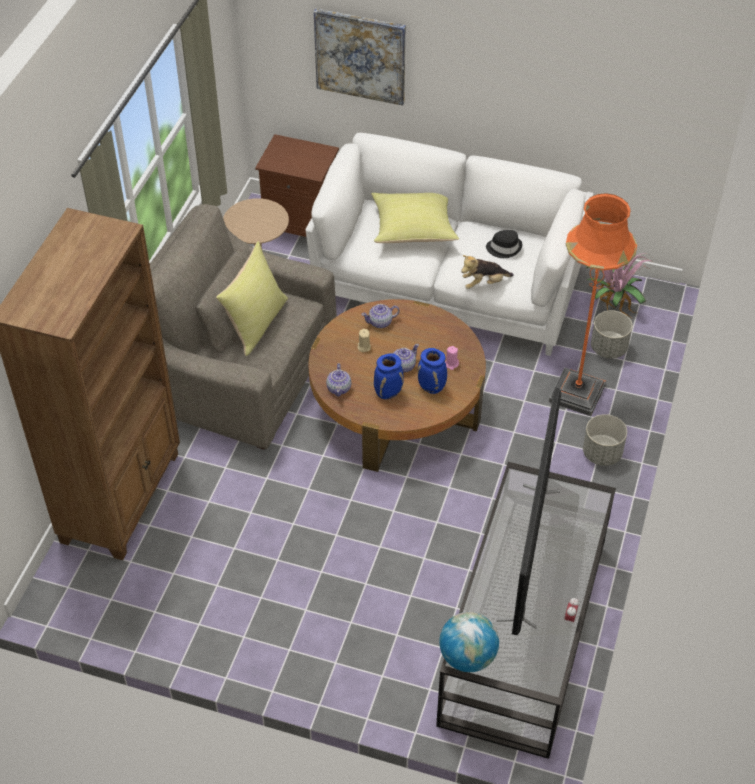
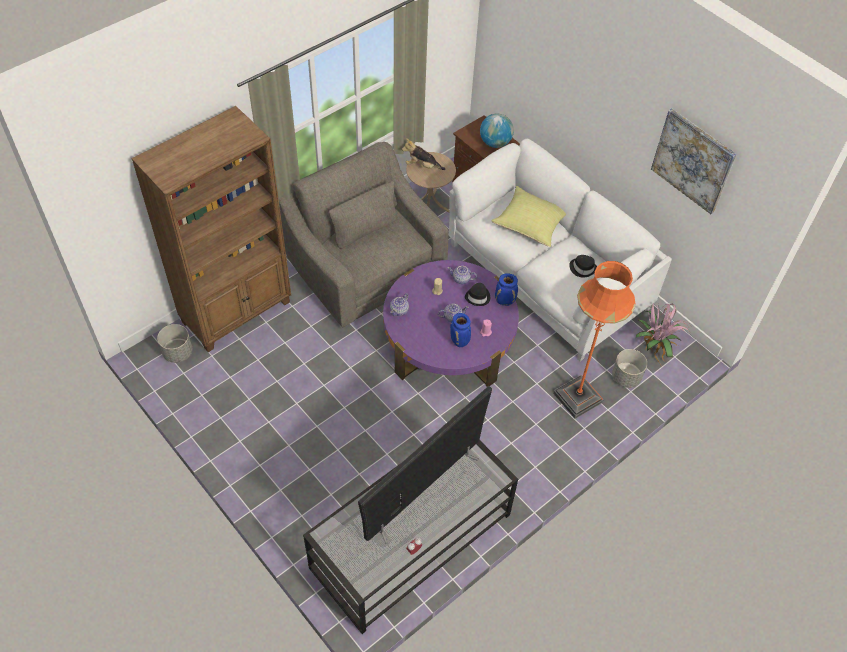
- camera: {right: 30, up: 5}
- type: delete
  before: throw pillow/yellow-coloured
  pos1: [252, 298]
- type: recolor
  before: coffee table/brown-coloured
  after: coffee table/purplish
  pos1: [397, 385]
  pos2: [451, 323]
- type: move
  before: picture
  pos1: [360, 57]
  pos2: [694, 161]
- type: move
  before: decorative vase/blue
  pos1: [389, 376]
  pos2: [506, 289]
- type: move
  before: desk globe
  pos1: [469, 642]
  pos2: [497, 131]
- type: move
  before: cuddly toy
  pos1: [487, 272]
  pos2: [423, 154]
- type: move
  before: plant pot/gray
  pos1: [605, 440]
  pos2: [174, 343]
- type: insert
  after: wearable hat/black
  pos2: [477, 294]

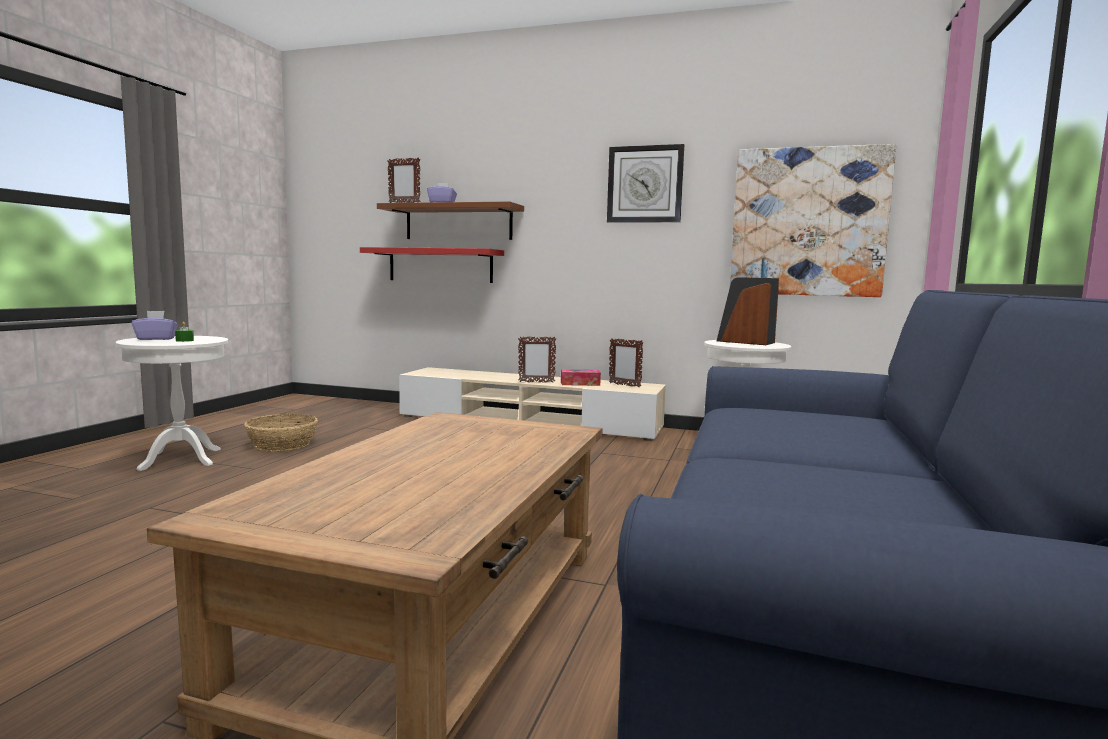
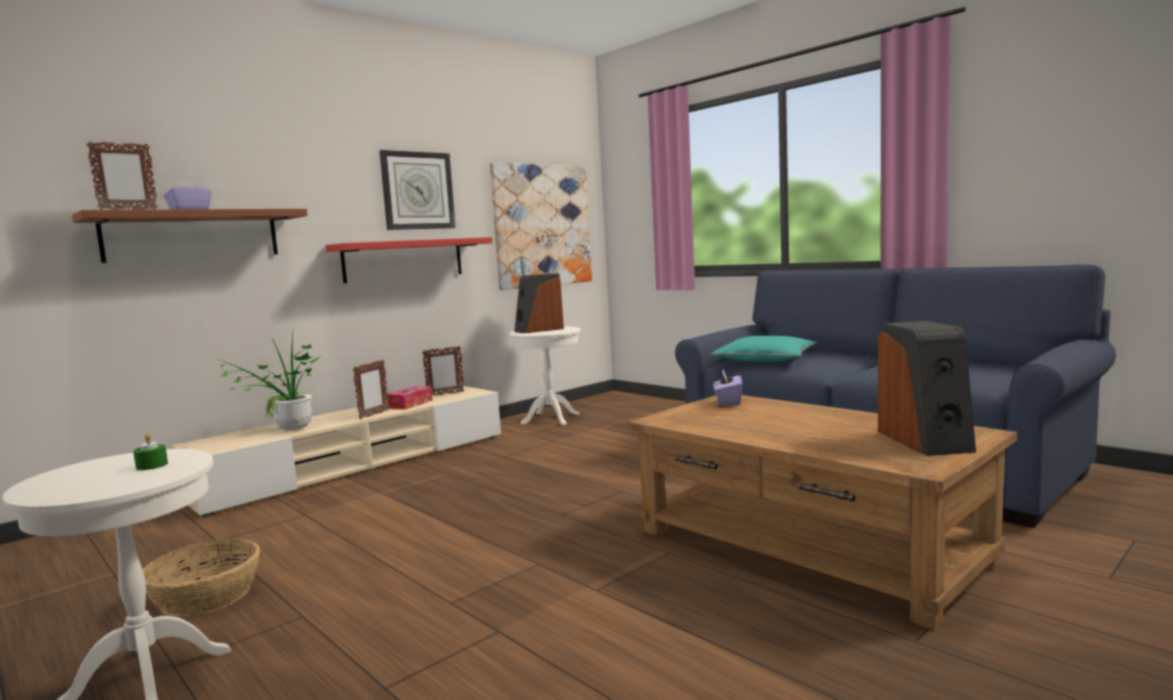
- camera: {right: -60, up: 0}
- type: move
  before: box of tissues/purplish
  pos1: [155, 325]
  pos2: [727, 387]
- type: move
  before: wall shelf/reddish
  pos1: [432, 265]
  pos2: [408, 260]
- type: insert
  after: plant in a pot
  pos2: [271, 382]
- type: insert
  after: throw pillow/blue-green
  pos2: [764, 349]
- type: insert
  after: loudspeaker
  pos2: [927, 388]

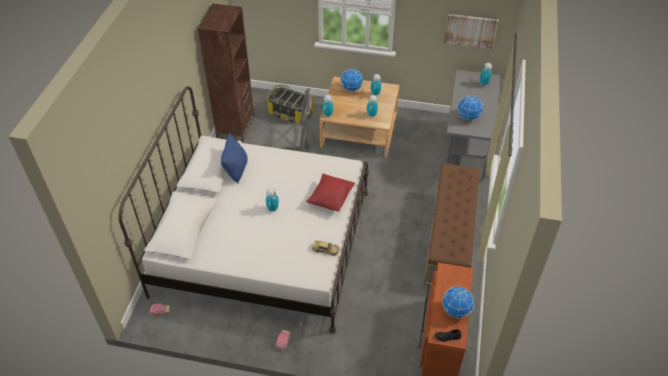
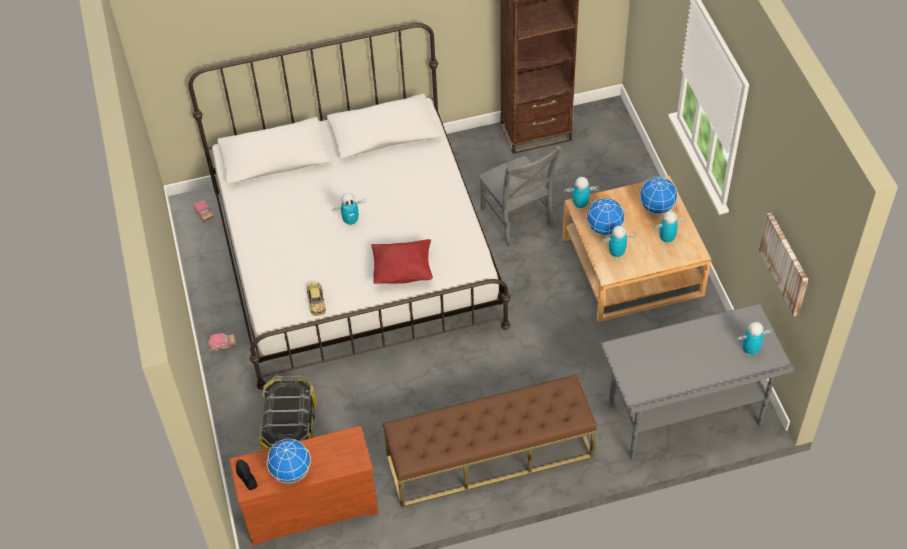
- camera: {right: 65, up: 5}
- type: delete
  before: throw pillow/blue
  pos1: [234, 158]
- type: move
  before: storage container
  pos1: [290, 104]
  pos2: [287, 413]
- type: move
  before: desk globe
  pos1: [470, 108]
  pos2: [605, 217]

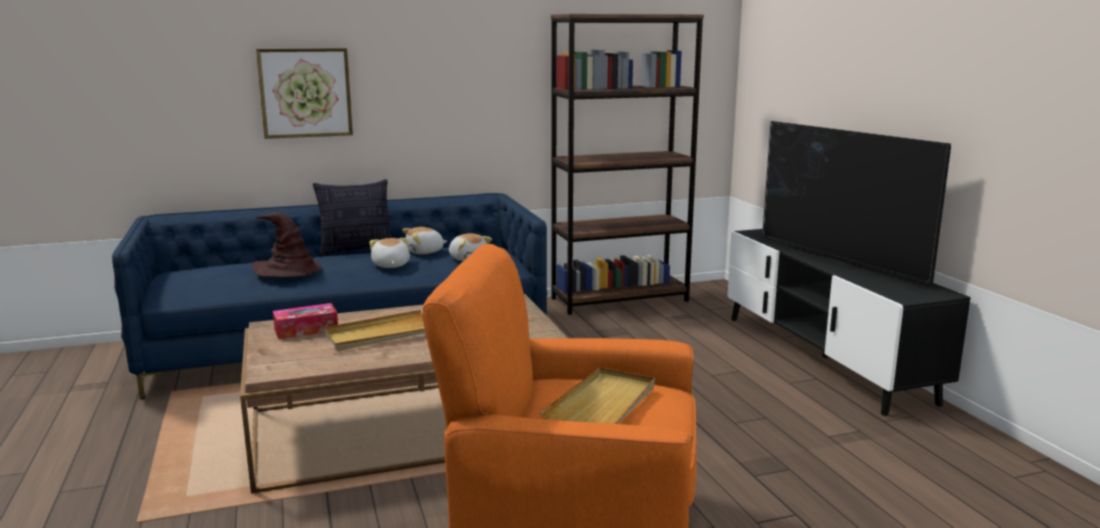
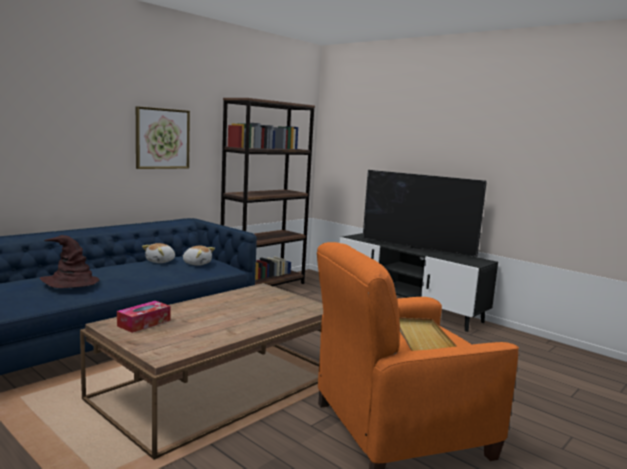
- camera: {right: -30, up: -5}
- type: move
  before: picture
  pos1: [304, 93]
  pos2: [163, 137]
- type: delete
  before: throw pillow
  pos1: [352, 218]
- type: delete
  before: carrying tray/beige-coloured
  pos1: [375, 330]
- type: delete
  before: cuddly toy
  pos1: [390, 253]

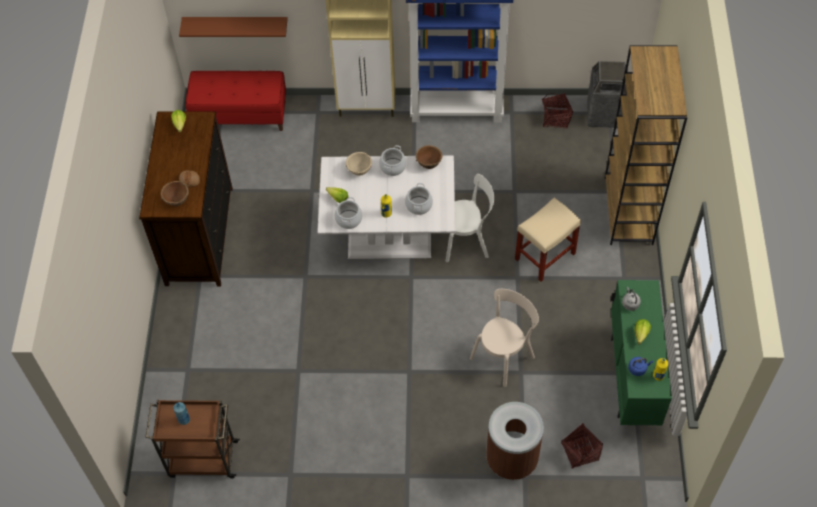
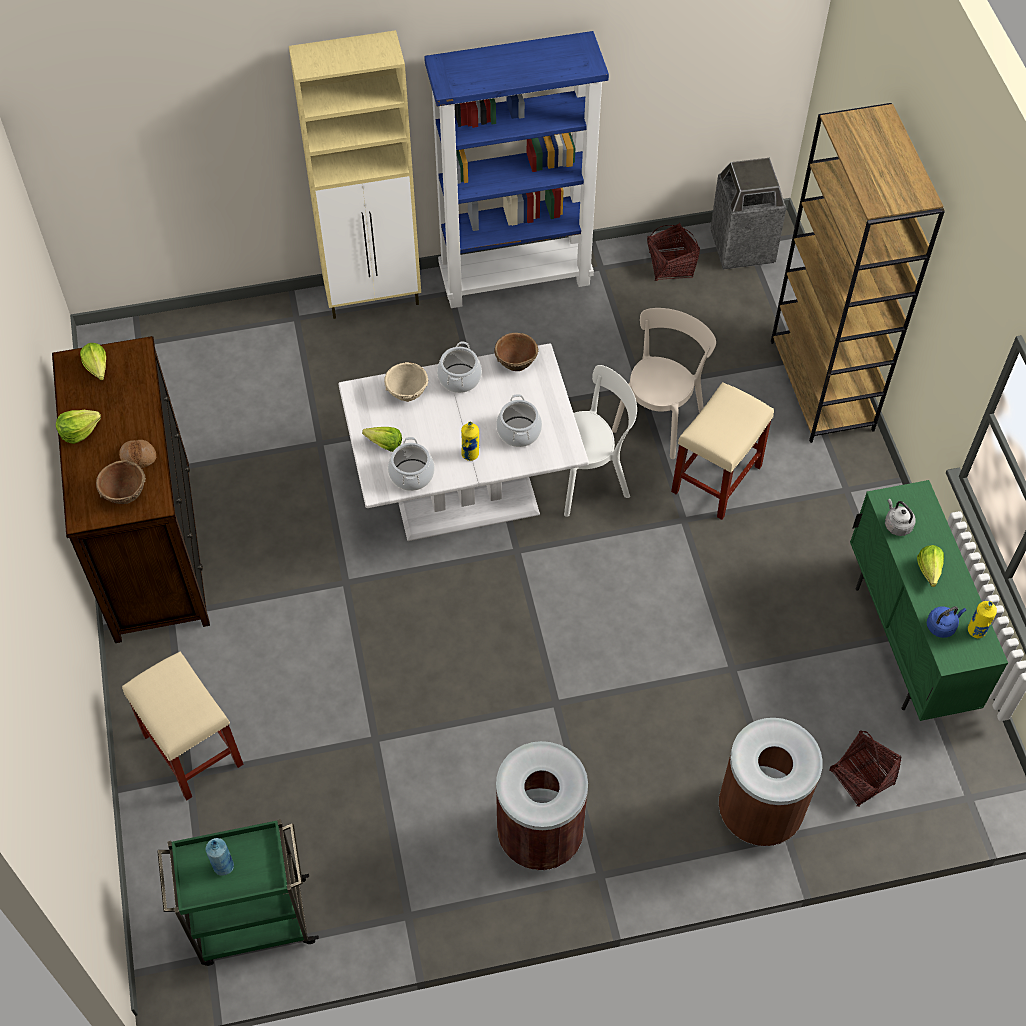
- camera: {right: -15, up: 0}
- type: recolor
  before: trolley/brown-coloured
  after: trolley/greenish
  pos1: [192, 439]
  pos2: [238, 892]
- type: delete
  before: wall shelf/brown-coloured
  pos1: [233, 27]
- type: delete
  before: bench/reddish
  pos1: [236, 101]
- type: move
  before: chair/beige-coloured
  pos1: [504, 338]
  pos2: [664, 383]
- type: insert
  after: lettuce head
  pos2: [78, 427]
- type: insert
  after: sitting stool/beige-coloured
  pos2: [183, 726]
- type: insert
  after: trash can/brown-coloured
  pos2: [542, 805]

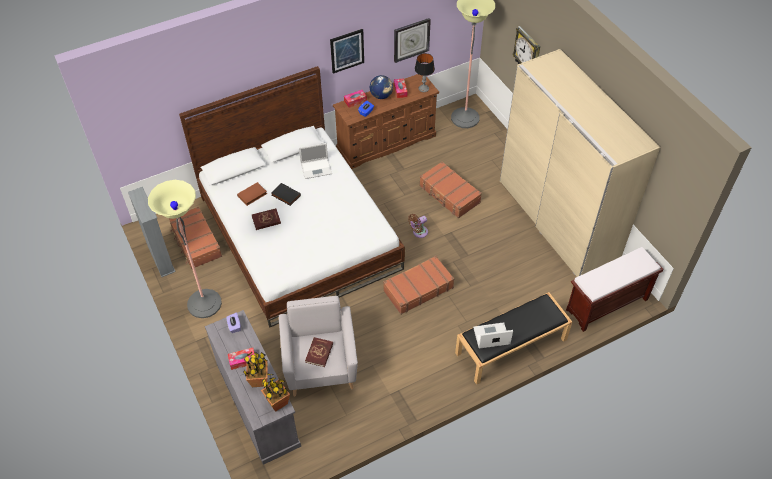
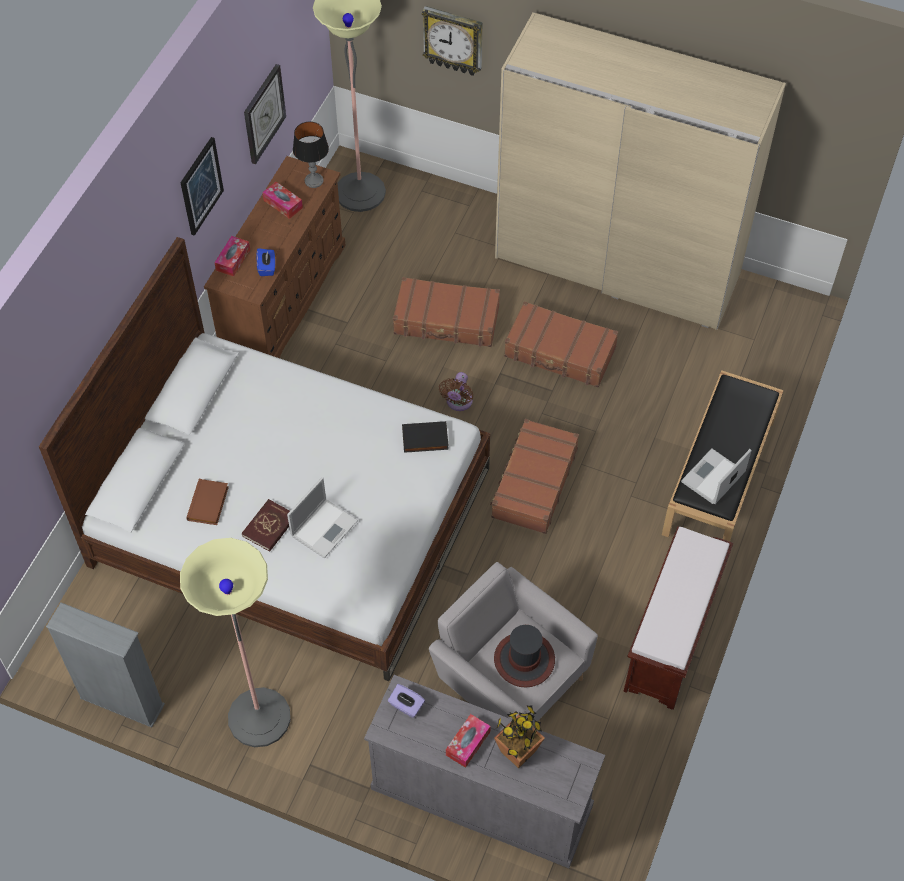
- camera: {right: -40, up: 5}
- type: move
  before: travel case/brown-coloured
  pos1: [195, 237]
  pos2: [561, 344]
- type: delete
  before: plant in a pot
  pos1: [275, 392]
- type: move
  before: book/black
  pos1: [286, 194]
  pos2: [425, 437]
- type: move
  before: portable computer
  pos1: [315, 161]
  pos2: [322, 517]
- type: replace
  before: book/reddish
  after: wearable hat
  pos1: [319, 352]
  pos2: [524, 656]
- type: delete
  before: desk globe
  pos1: [381, 87]
- type: move
  before: bench/brown-coloured
  pos1: [614, 289]
  pos2: [678, 618]

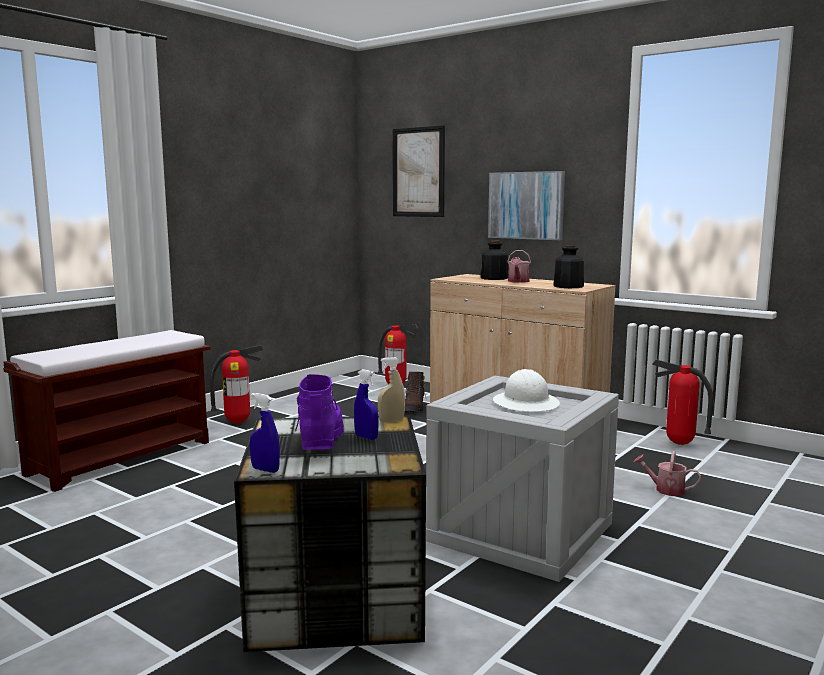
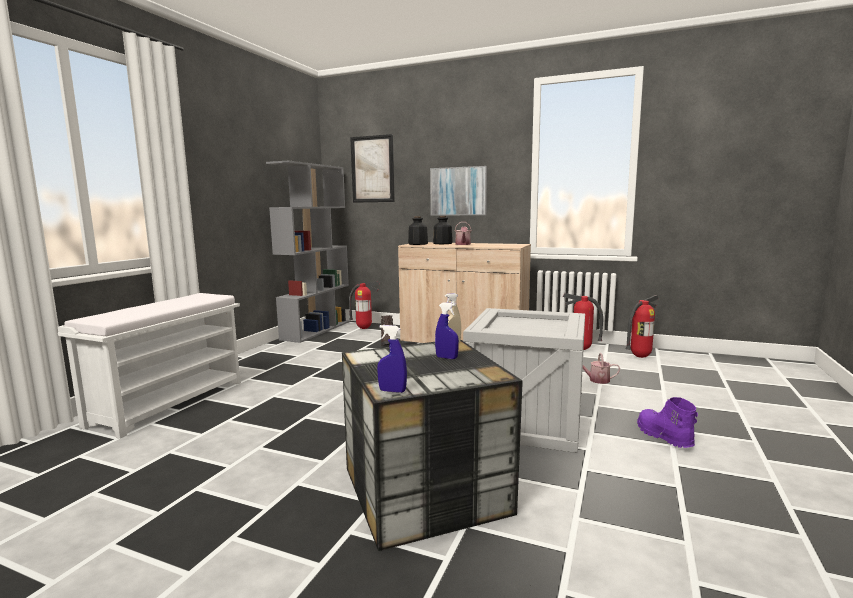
- camera: {right: -15, up: 0}
- type: recolor
  before: bench/brown-coloured
  after: bench/white-coloured
  pos1: [107, 411]
  pos2: [149, 366]
- type: move
  before: extinguisher
  pos1: [237, 384]
  pos2: [641, 326]
- type: move
  before: high-top boot/purplish
  pos1: [319, 412]
  pos2: [667, 422]
- type: delete
  before: hard hat/white-coloured
  pos1: [526, 390]
- type: move
  before: bottle
  pos1: [568, 266]
  pos2: [418, 230]
- type: insert
  after: bookcase/gray
  pos2: [308, 252]

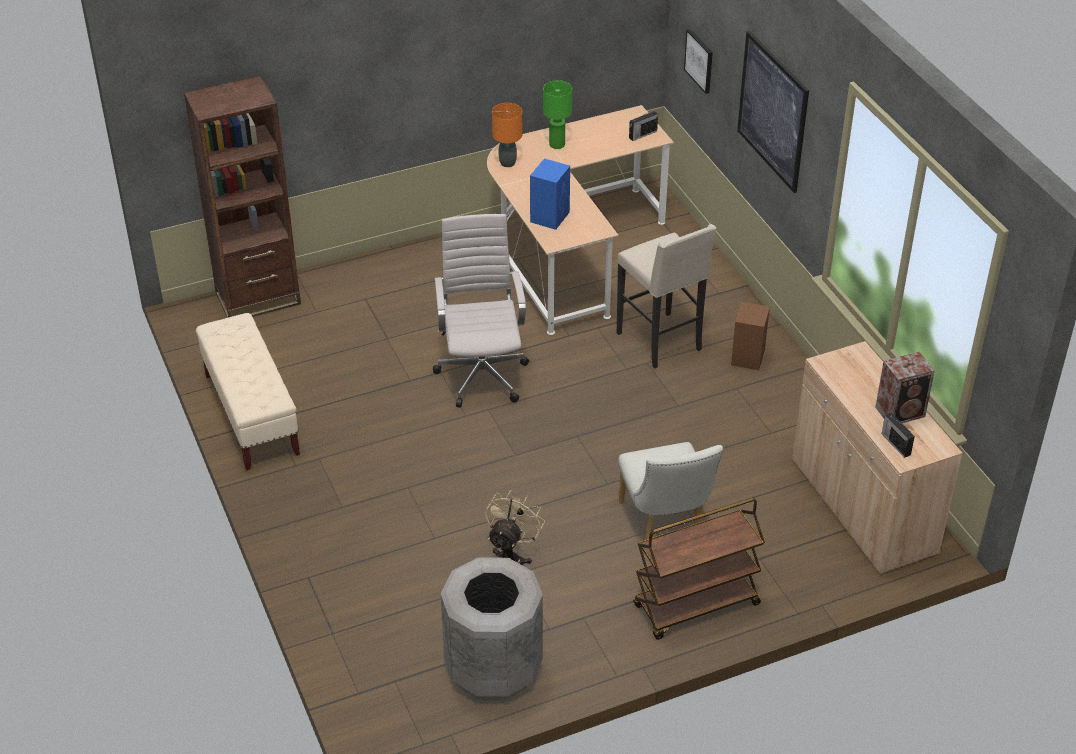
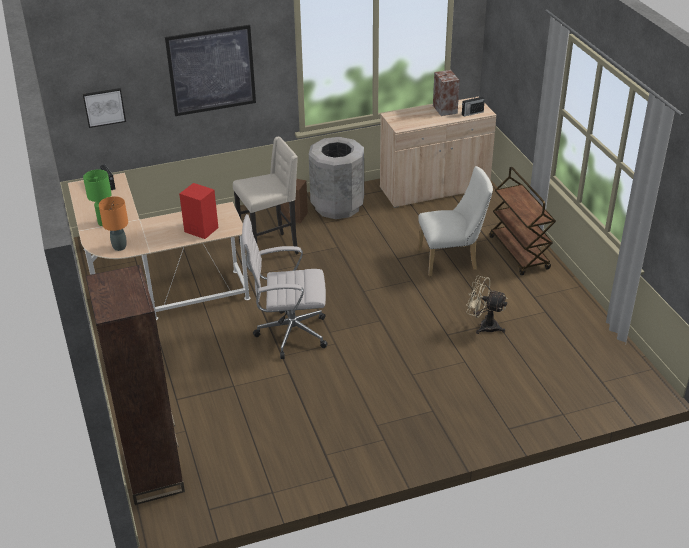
- camera: {right: -85, up: -5}
- type: delete
  before: bench/beige-coloured
  pos1: [248, 391]
- type: move
  before: trash can/gray
  pos1: [491, 629]
  pos2: [336, 178]
- type: recolor
  before: loudspeaker/blue
  after: loudspeaker/reddish
  pos1: [550, 194]
  pos2: [199, 211]

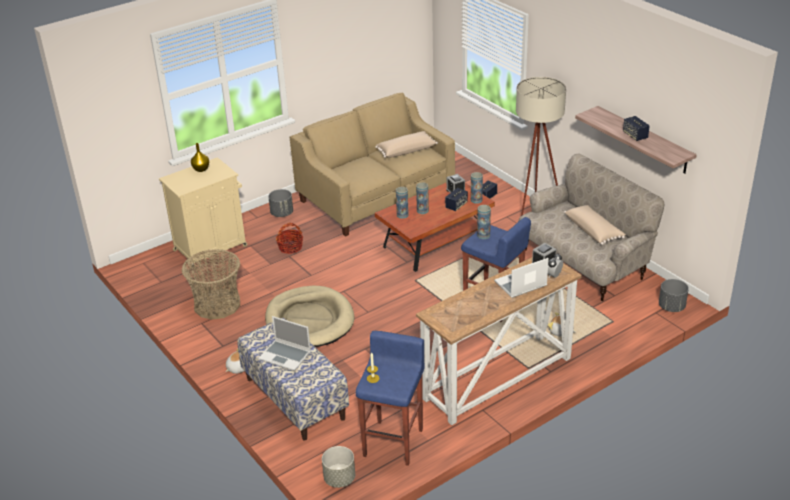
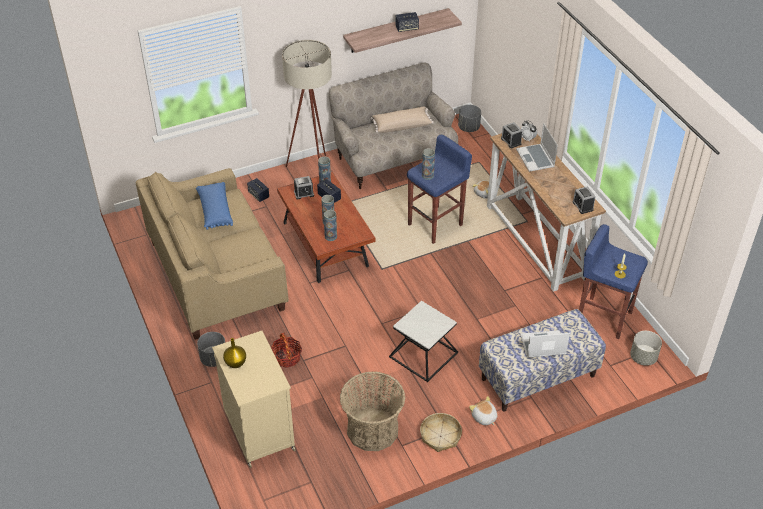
- camera: {right: -80, up: 10}
- type: rotate
  before: portable computer
  pos1: [285, 343]
  pos2: [545, 344]
  turn: -135
- type: replace
  before: dog bed/beige-coloured
  after: side table
  pos1: [309, 316]
  pos2: [423, 341]
- type: recolor
  before: throw pillow/beige-coloured
  after: throw pillow/blue
  pos1: [406, 144]
  pos2: [214, 206]
- type: insert
  after: basket
  pos2: [441, 432]
- type: insert
  after: bedside clock
  pos2: [584, 200]

